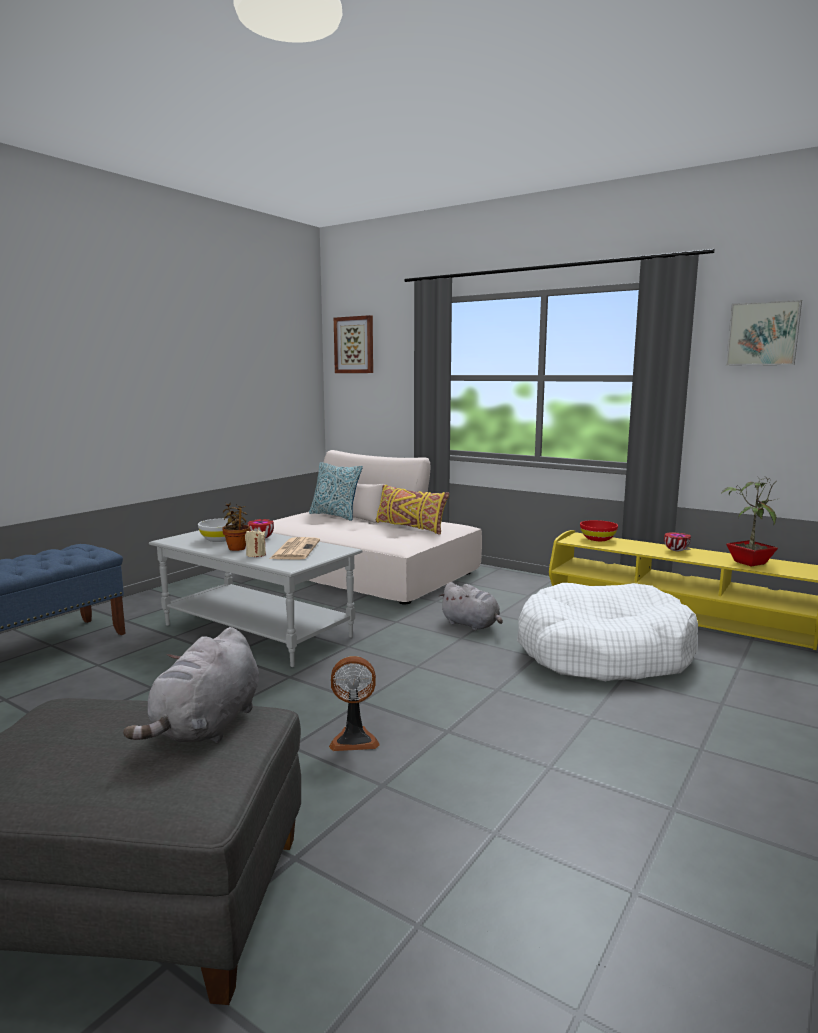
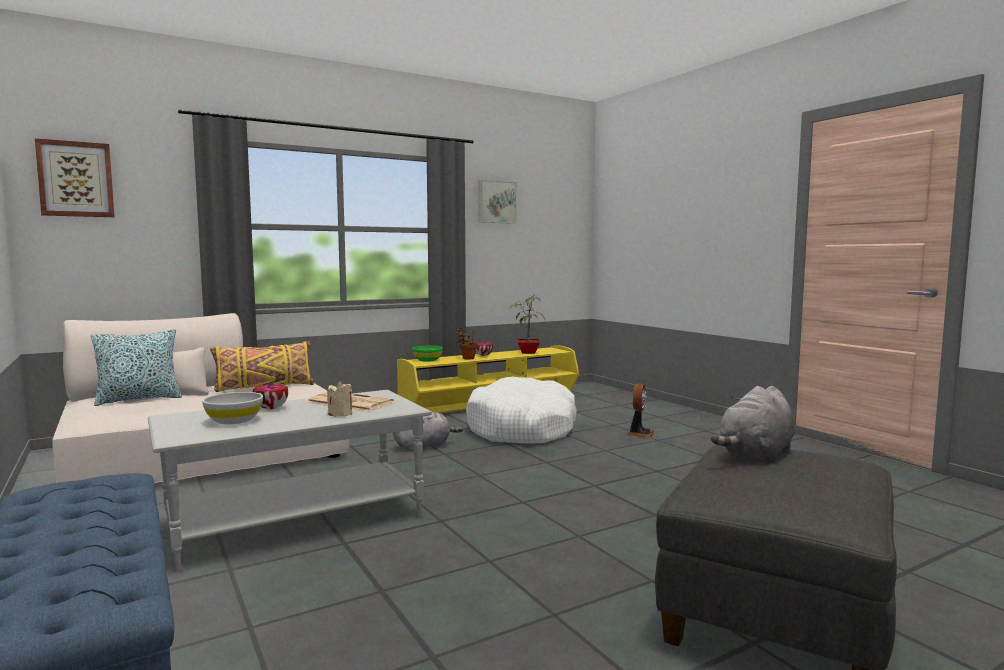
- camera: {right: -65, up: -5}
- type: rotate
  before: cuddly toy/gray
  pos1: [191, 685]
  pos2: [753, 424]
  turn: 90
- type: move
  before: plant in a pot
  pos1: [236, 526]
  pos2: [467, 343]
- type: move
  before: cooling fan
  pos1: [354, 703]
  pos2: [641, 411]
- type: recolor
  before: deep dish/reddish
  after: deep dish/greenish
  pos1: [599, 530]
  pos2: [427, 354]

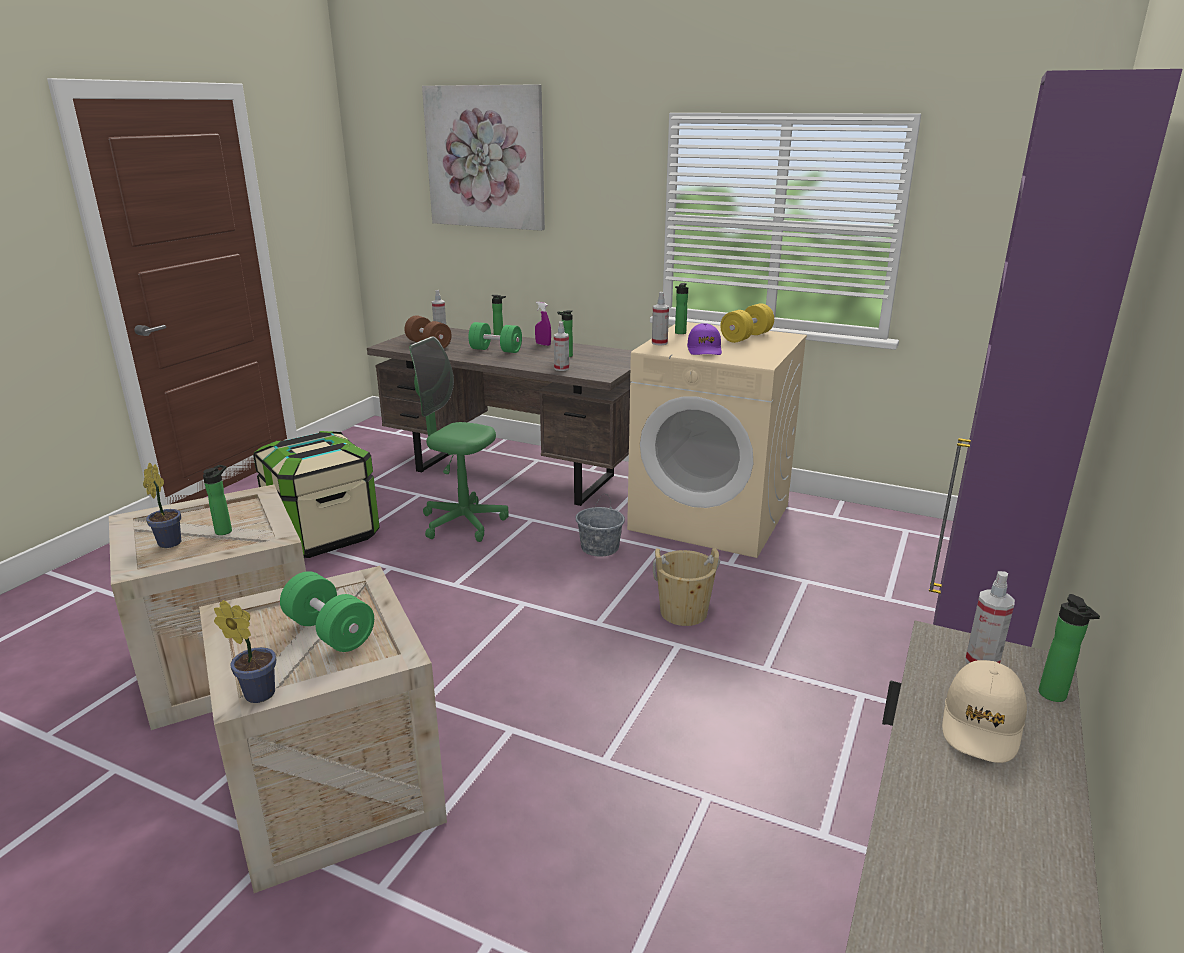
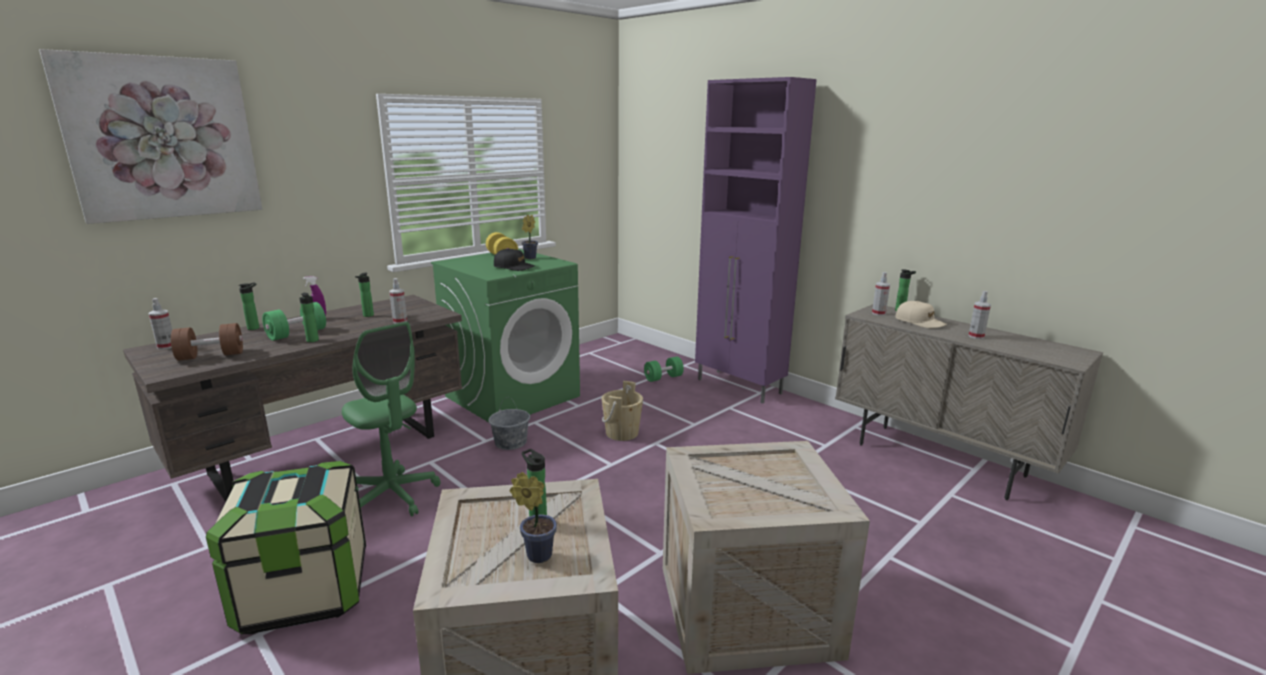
- camera: {right: -70, up: -5}
- type: move
  before: plant in a pot
  pos1: [245, 651]
  pos2: [529, 236]
- type: move
  before: free weight/greenish
  pos1: [327, 611]
  pos2: [664, 369]
- type: rotate
  before: office chair/greenish
  pos1: [459, 439]
  pos2: [391, 419]
  turn: -90
- type: recolor
  before: washing machine/beige-coloured
  after: washing machine/greenish
  pos1: [717, 440]
  pos2: [505, 336]
- type: move
  before: sprayer
  pos1: [660, 318]
  pos2: [979, 315]
- type: move
  before: bottle
  pos1: [681, 308]
  pos2: [309, 317]
- type: recolor
  before: cap/purplish
  after: cap/black
  pos1: [704, 339]
  pos2: [514, 259]

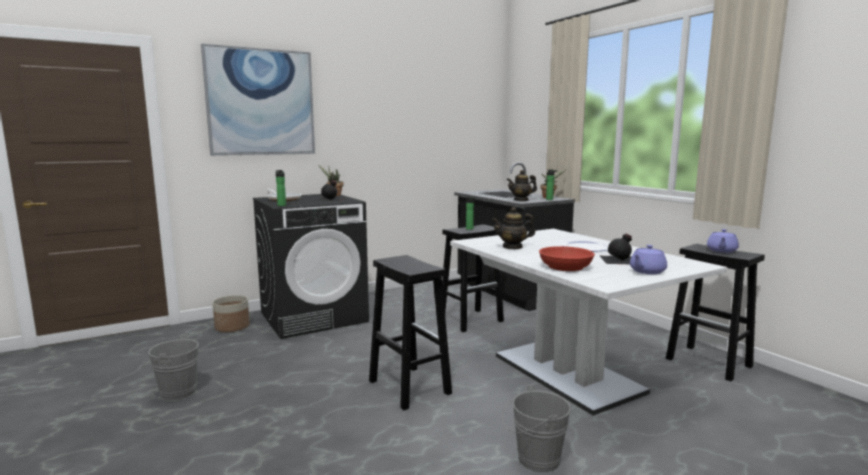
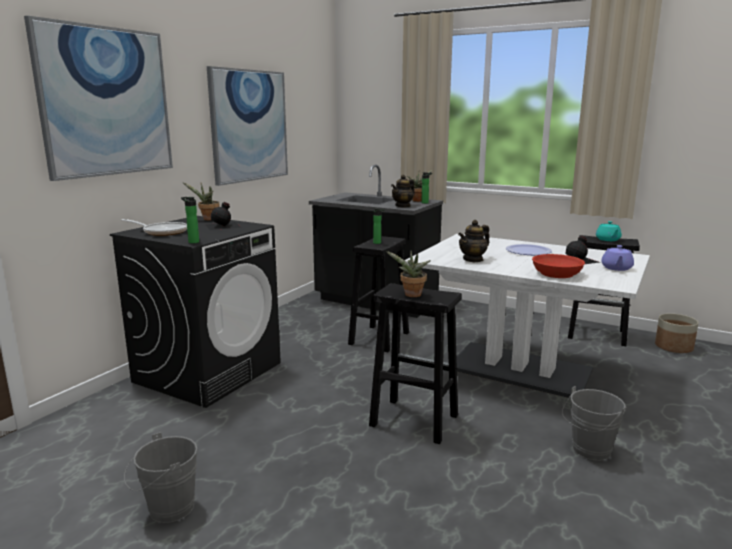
- camera: {right: -30, up: 5}
- type: move
  before: plant pot
  pos1: [231, 313]
  pos2: [677, 333]
- type: recolor
  before: tea pot/purplish
  after: tea pot/blue-green
  pos1: [723, 241]
  pos2: [609, 231]
- type: insert
  after: picture
  pos2: [247, 126]
- type: insert
  after: plant in a pot
  pos2: [408, 274]

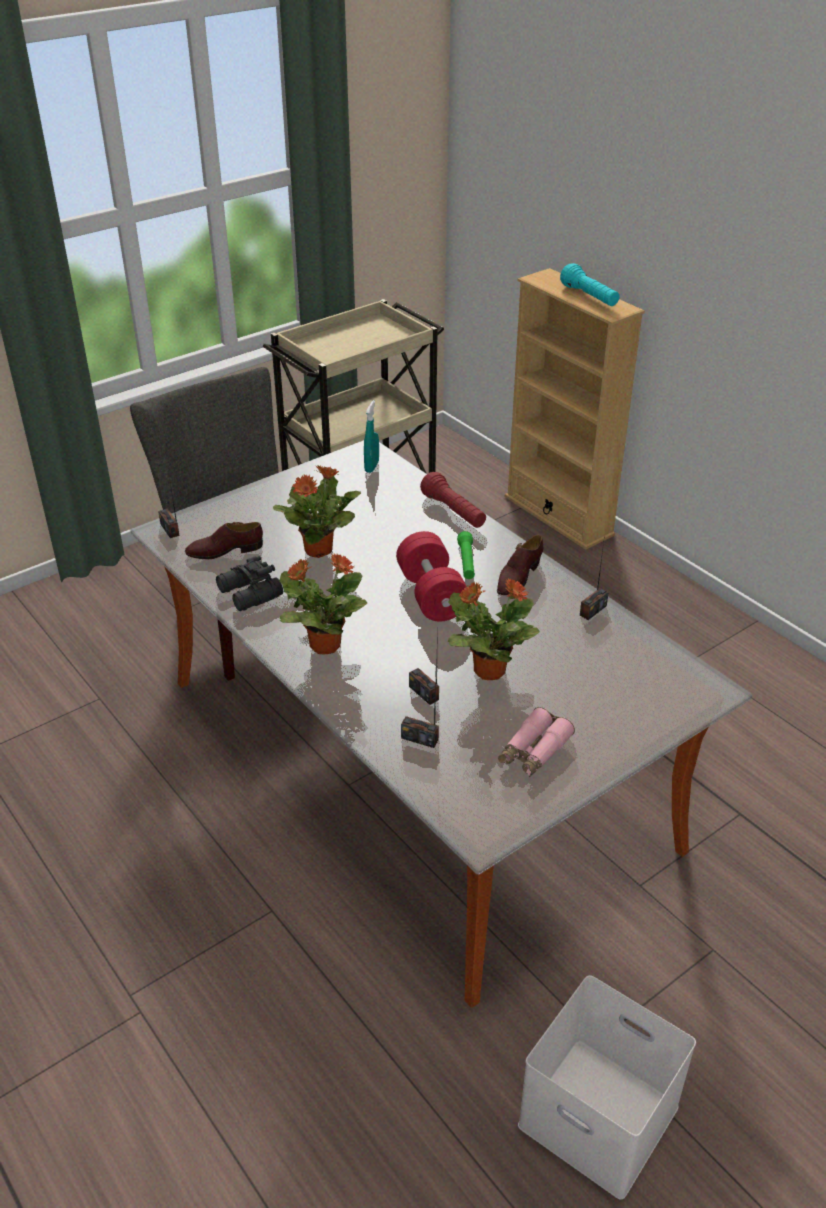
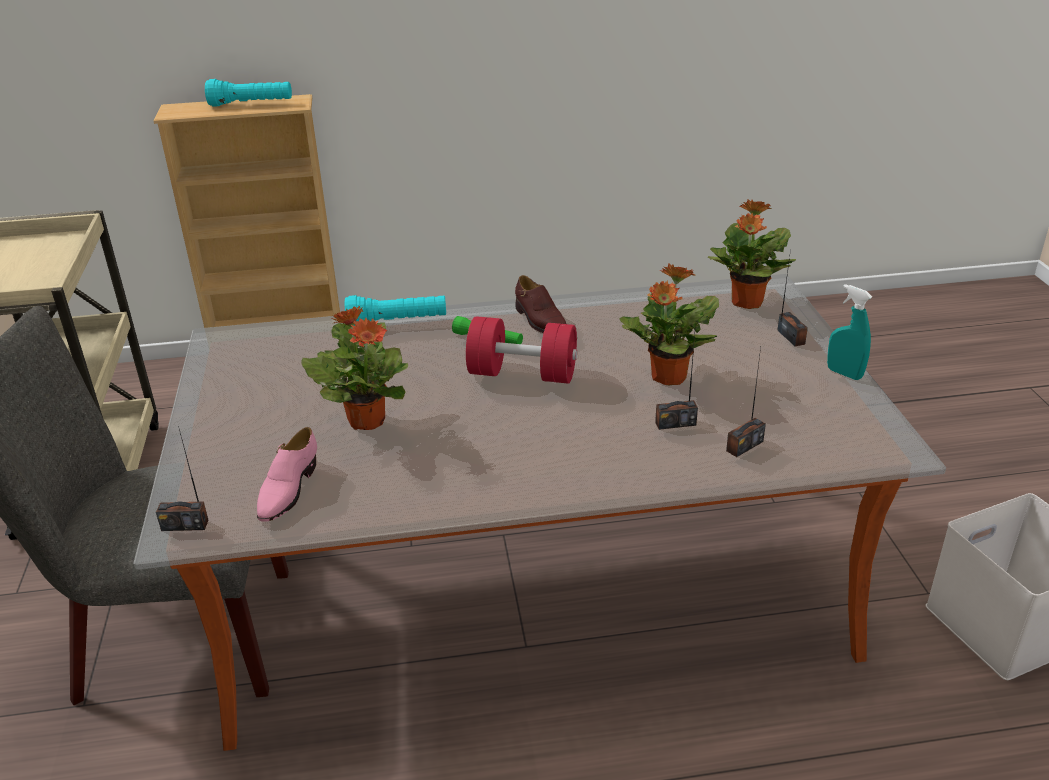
- camera: {right: -60, up: -5}
- type: recolor
  before: item of footwear/brown-coloured
  after: item of footwear/pink-coloured
  pos1: [224, 540]
  pos2: [287, 474]
- type: delete
  before: binoculars/black
  pos1: [249, 583]
- type: move
  before: plant in a pot
  pos1: [323, 603]
  pos2: [752, 254]
- type: move
  before: sprayer/blue-green
  pos1: [371, 436]
  pos2: [849, 332]
- type: recolor
  before: flashlight/reddish
  after: flashlight/blue-green
  pos1: [453, 500]
  pos2: [395, 310]
- type: delete
  before: binoculars/pink-coloured
  pos1: [536, 742]
- type: move
  before: radio receiver
  pos1: [594, 577]
  pos2: [792, 298]

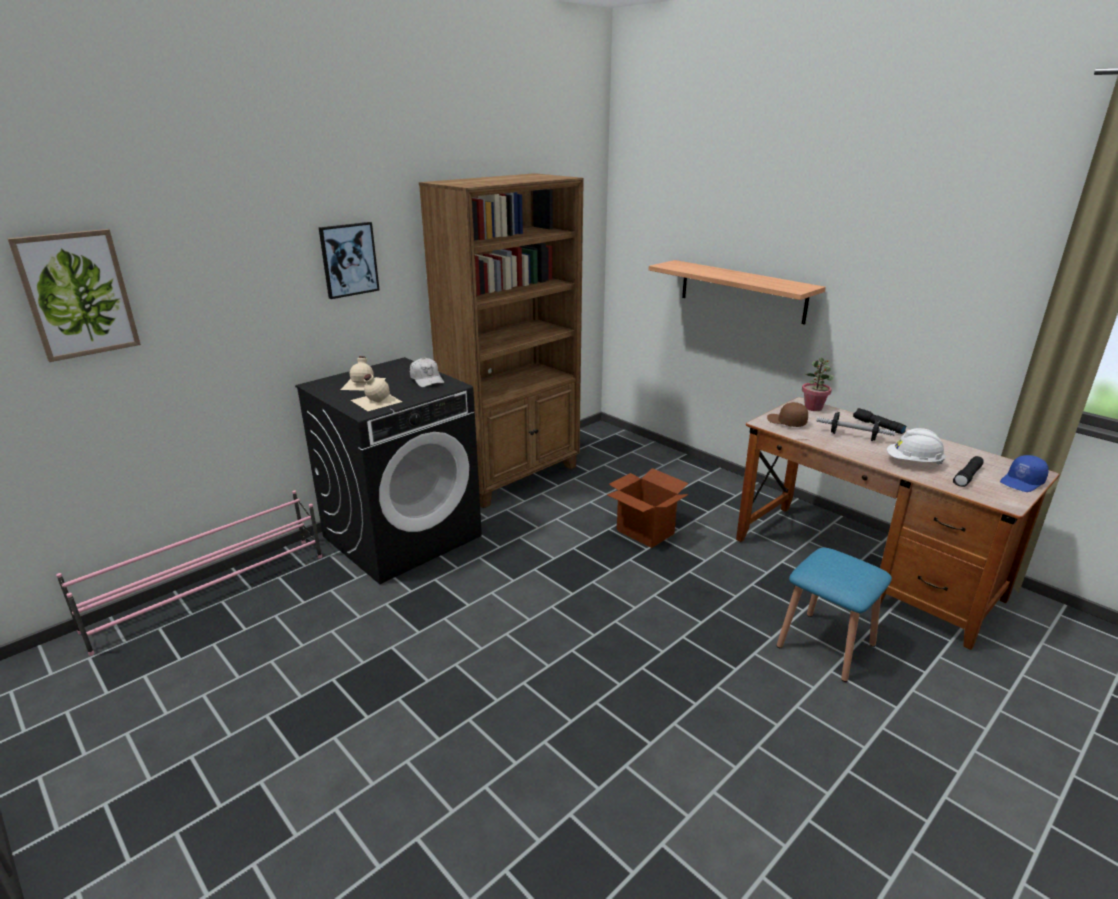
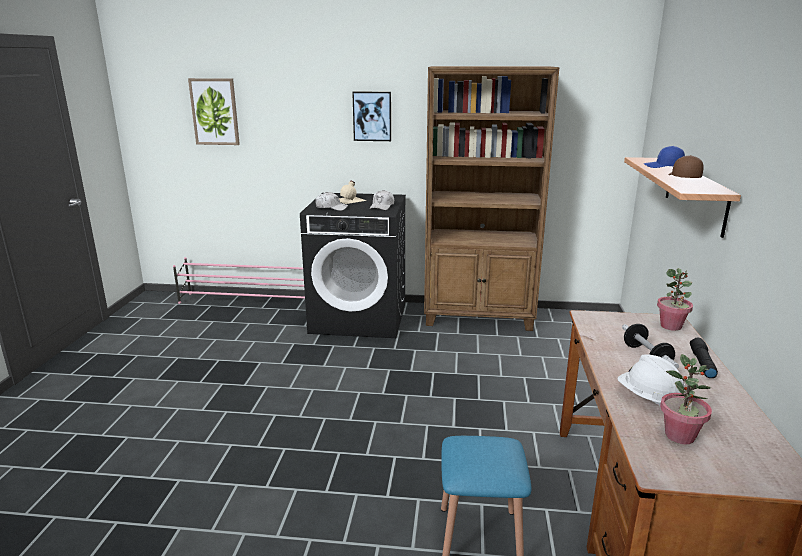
- camera: {right: 50, up: -5}
- type: replace
  before: bottle/beige-coloured
  after: cap/white-coloured
  pos1: [376, 392]
  pos2: [332, 201]
- type: delete
  before: carton
  pos1: [648, 508]
- type: move
  before: cap/brown-coloured
  pos1: [787, 414]
  pos2: [686, 166]
- type: replace
  before: flashlight/black
  after: plant in a pot
  pos1: [968, 471]
  pos2: [686, 399]
- type: move
  before: cap/blue
  pos1: [1024, 473]
  pos2: [664, 157]

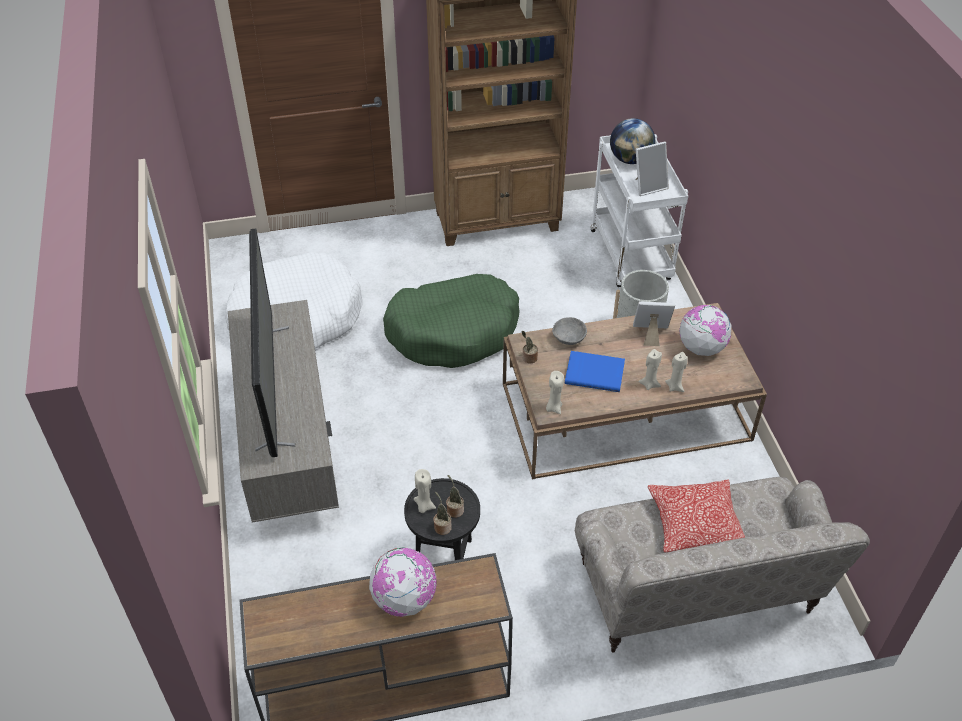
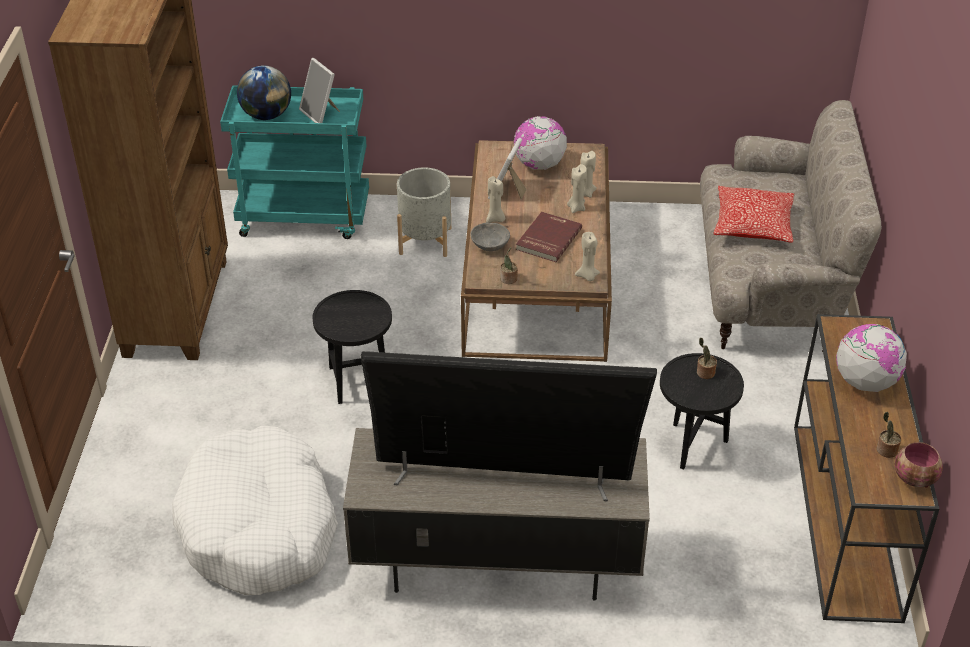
- camera: {right: -75, up: -5}
- type: replace
  before: dog bed/greenish
  after: side table/black
  pos1: [451, 321]
  pos2: [352, 347]
- type: move
  before: candle/beige-coloured
  pos1: [425, 491]
  pos2: [495, 199]
- type: move
  before: plant in a pot
  pos1: [442, 513]
  pos2: [889, 435]
- type: recolor
  before: book/blue
  after: book/reddish
  pos1: [595, 371]
  pos2: [549, 237]
- type: recolor
  before: trolley/white-coloured
  after: trolley/blue-green
  pos1: [639, 210]
  pos2: [294, 162]
- type: rotate
  before: picture frame
  pos1: [652, 168]
  pos2: [319, 90]
  turn: 150
- type: insert
  after: deep dish
  pos2: [918, 465]

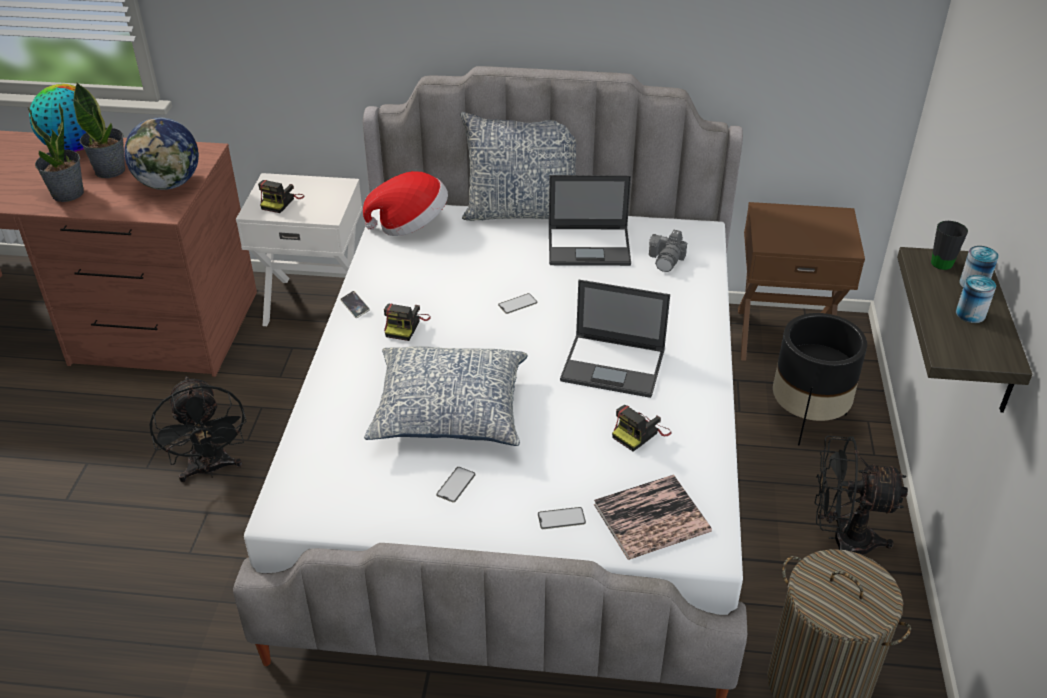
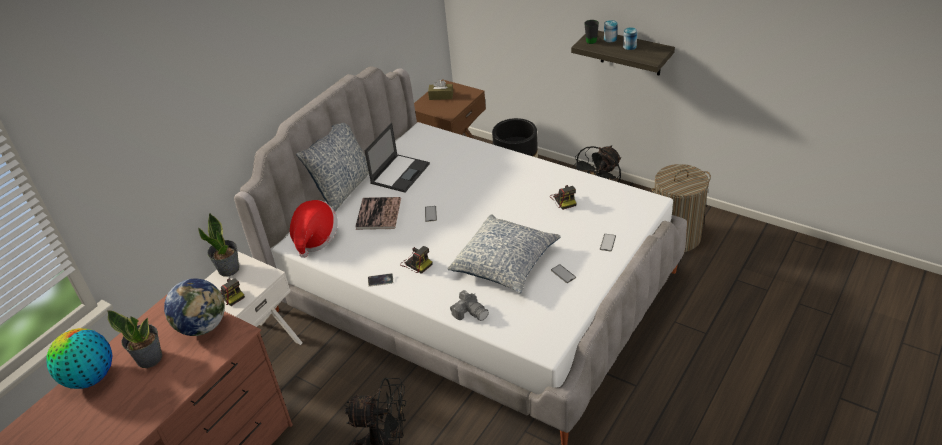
- camera: {right: -60, up: 0}
- type: move
  before: plant in a pot
  pos1: [56, 152]
  pos2: [218, 244]
- type: delete
  before: portable computer
  pos1: [615, 339]
- type: move
  before: book
  pos1: [653, 517]
  pos2: [378, 213]
- type: move
  before: photo camera
  pos1: [668, 251]
  pos2: [469, 305]
- type: insert
  after: box of tissues/brown-coloured
  pos2: [440, 89]

